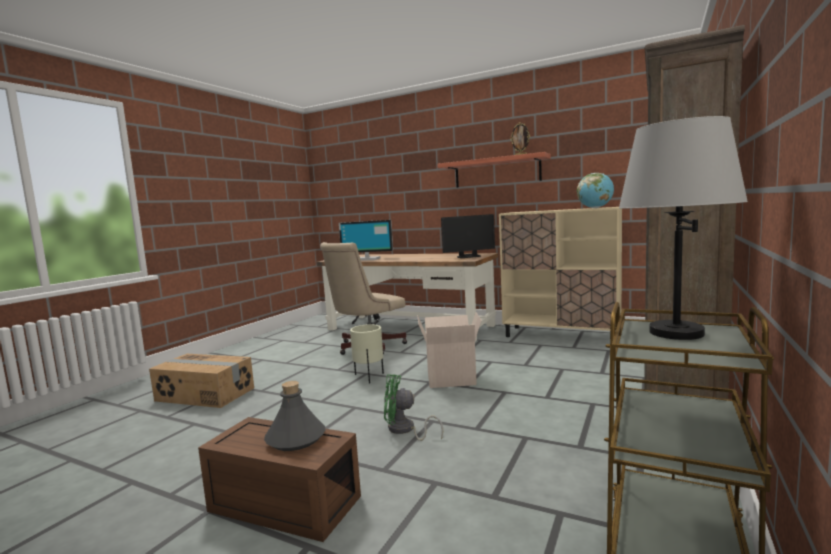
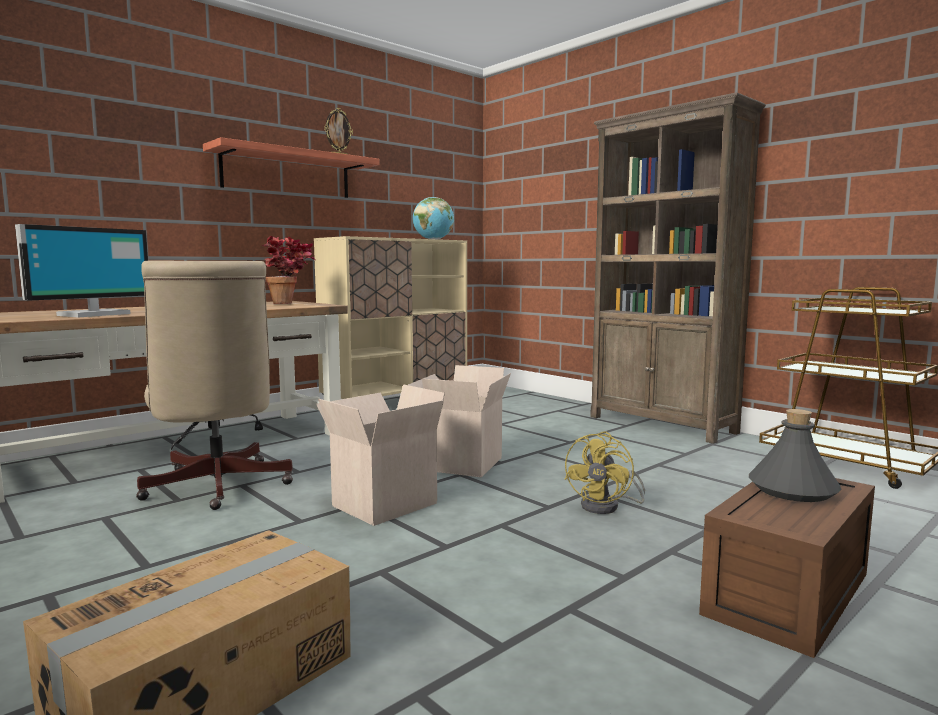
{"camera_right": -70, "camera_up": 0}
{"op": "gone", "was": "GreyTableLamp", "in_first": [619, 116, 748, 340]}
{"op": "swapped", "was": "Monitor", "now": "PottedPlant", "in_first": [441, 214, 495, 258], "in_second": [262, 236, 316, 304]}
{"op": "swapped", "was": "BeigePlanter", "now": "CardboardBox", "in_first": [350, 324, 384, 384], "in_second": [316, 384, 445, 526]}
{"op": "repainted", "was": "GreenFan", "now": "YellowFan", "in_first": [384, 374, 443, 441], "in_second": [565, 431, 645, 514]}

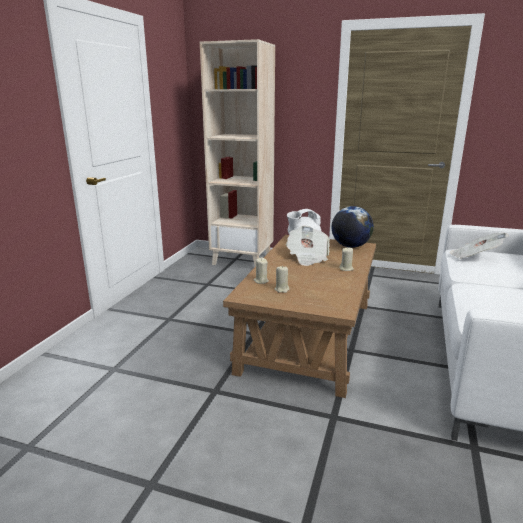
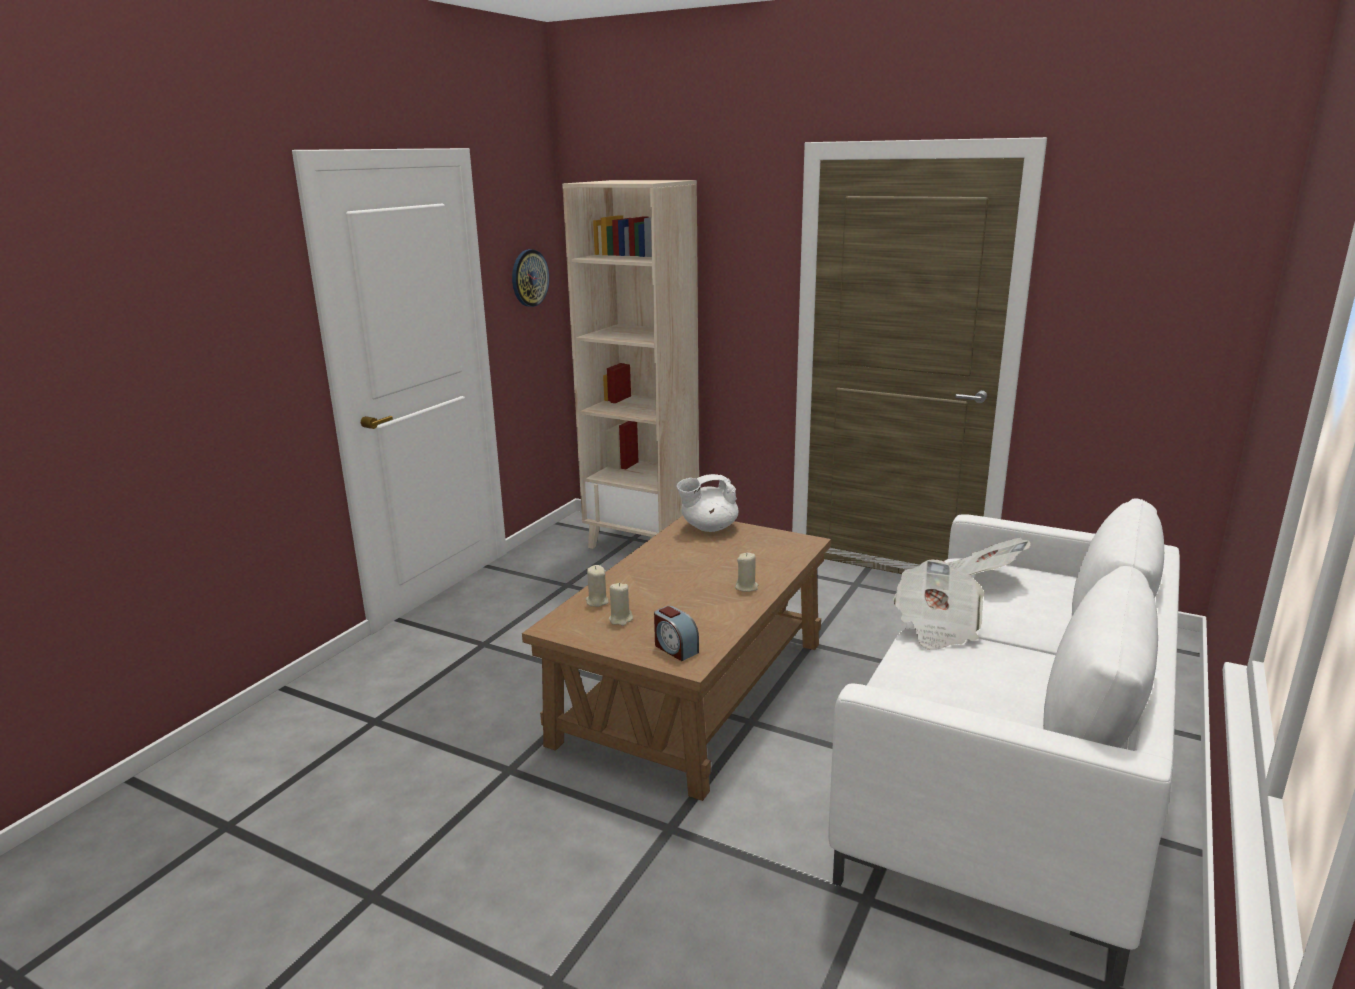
{"camera_right": 10, "camera_up": 0}
{"op": "gone", "was": "Globe", "in_first": [331, 206, 374, 248]}
{"op": "shifted", "was": "Newspaper", "in_first": [286, 226, 330, 266], "in_second": [893, 560, 984, 650]}
{"op": "new", "now": "WallClock", "in_second": [512, 249, 549, 307]}
{"op": "new", "now": "AlarmClock", "in_second": [654, 606, 699, 661]}

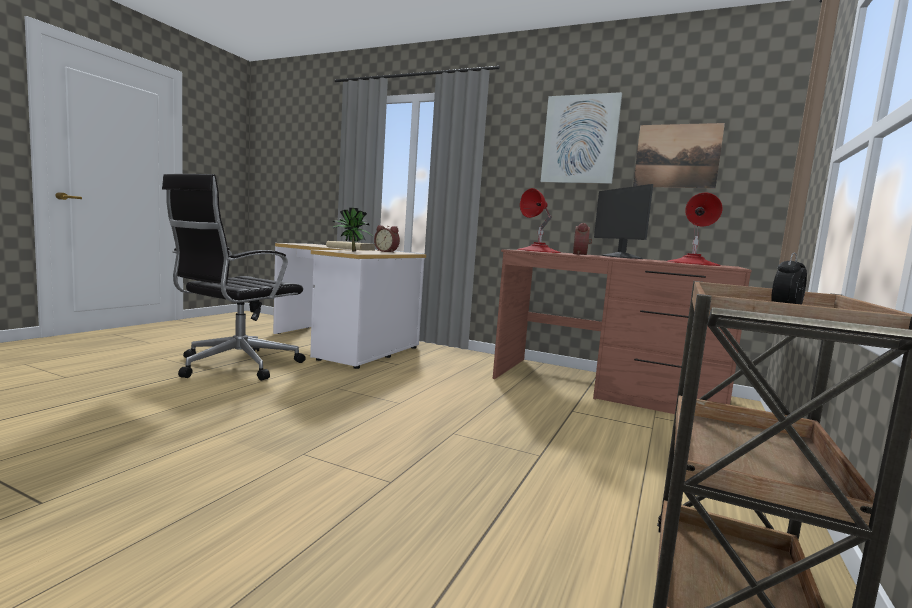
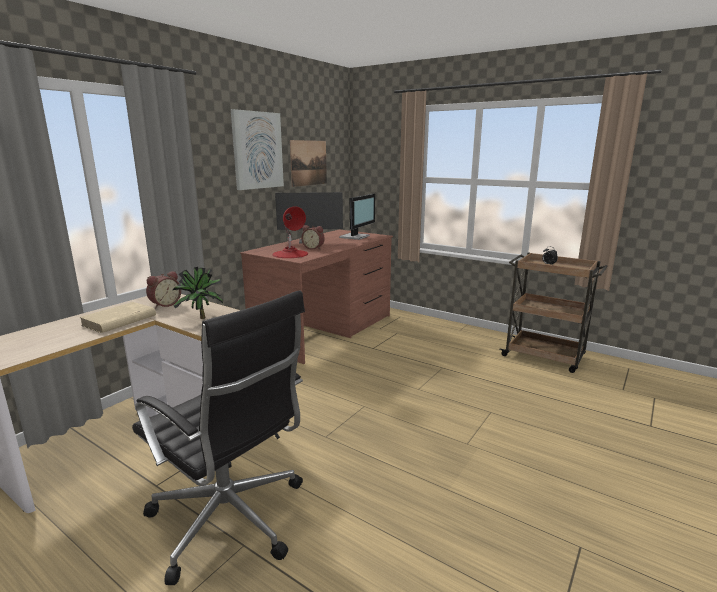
{"camera_right": -80, "camera_up": 10}
{"op": "swapped", "was": "RedTableLamp", "now": "Monitor", "in_first": [666, 193, 722, 266], "in_second": [339, 194, 375, 240]}

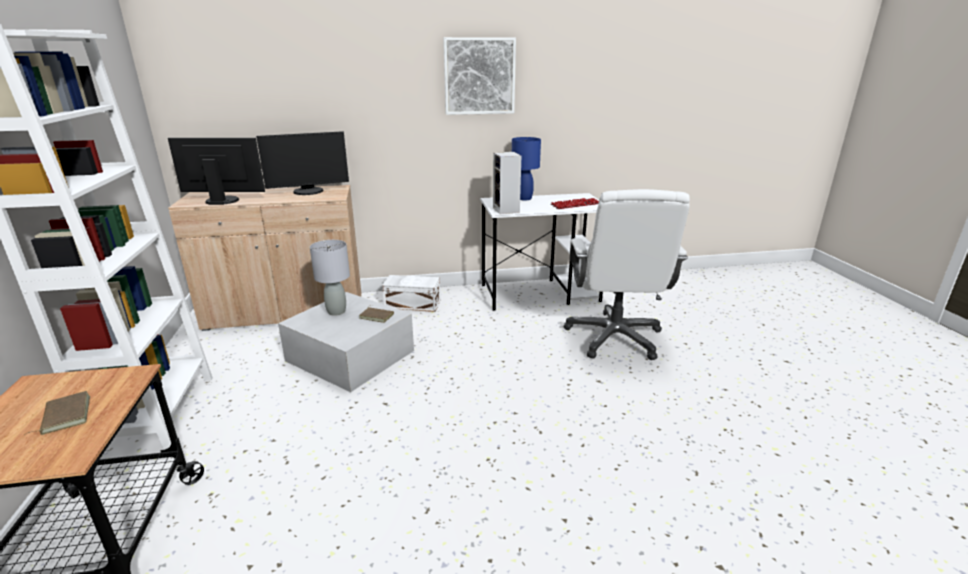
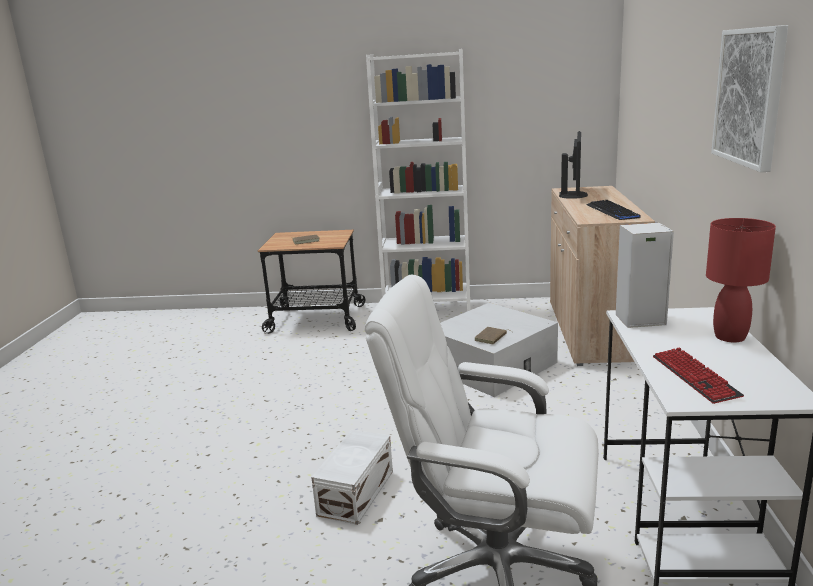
{"camera_right": 105, "camera_up": -5}
{"op": "swapped", "was": "Monitor", "now": "Keyboard", "in_first": [256, 131, 349, 195], "in_second": [586, 200, 641, 220]}
{"op": "repainted", "was": "BlueTableLamp", "now": "RedTableLamp", "in_first": [512, 137, 541, 200], "in_second": [706, 218, 776, 342]}
{"op": "gone", "was": "GreyTableLamp", "in_first": [310, 240, 350, 316]}
{"op": "shifted", "was": "WhiteStorageBox", "in_first": [382, 275, 441, 312], "in_second": [311, 430, 393, 525]}

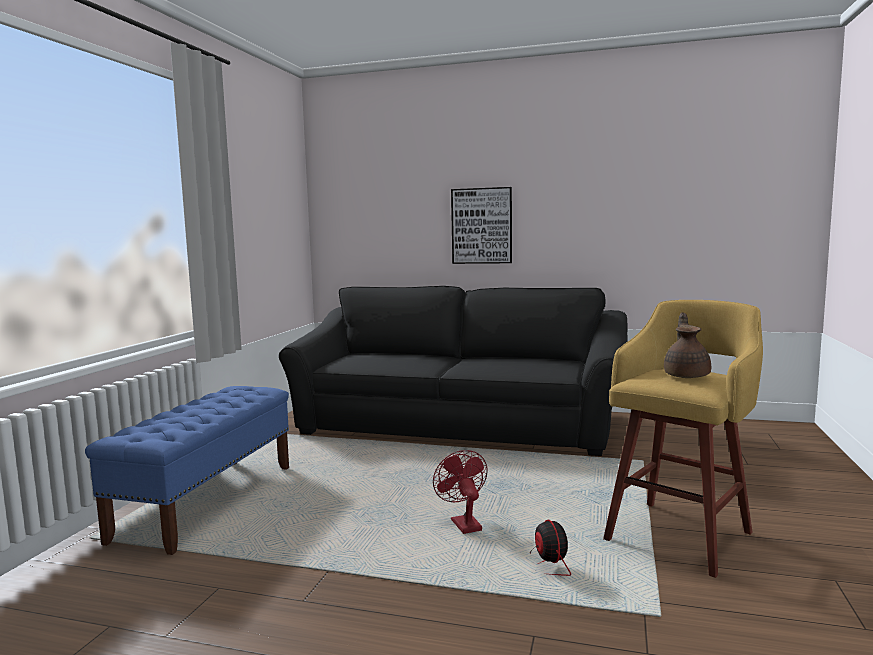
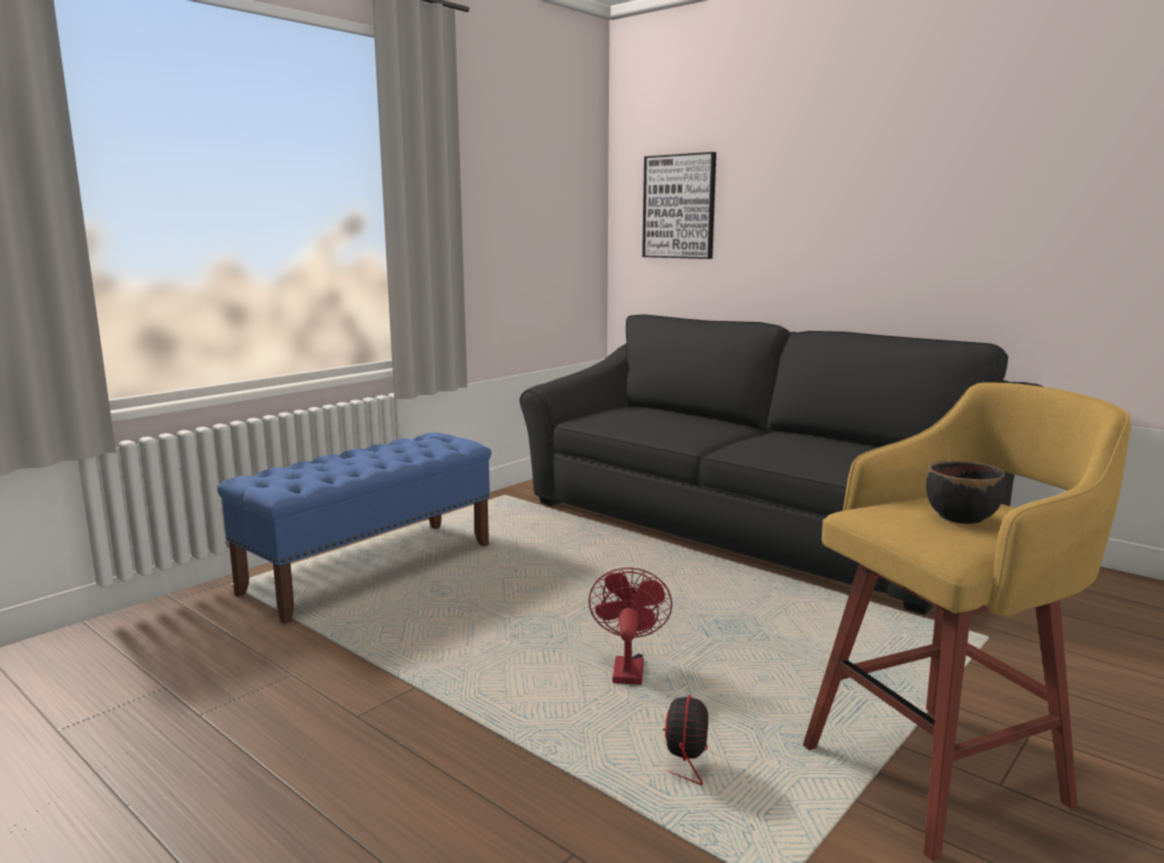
{"camera_right": 25, "camera_up": 5}
{"op": "shifted", "was": "Picture", "in_first": [451, 187, 512, 264], "in_second": [642, 152, 716, 259]}
{"op": "swapped", "was": "BrownTeapot", "now": "BlackBowl", "in_first": [664, 312, 711, 378], "in_second": [925, 460, 1006, 524]}

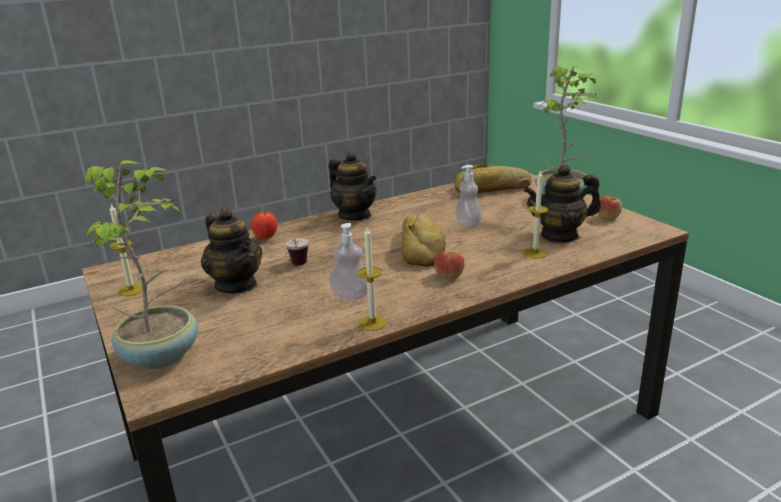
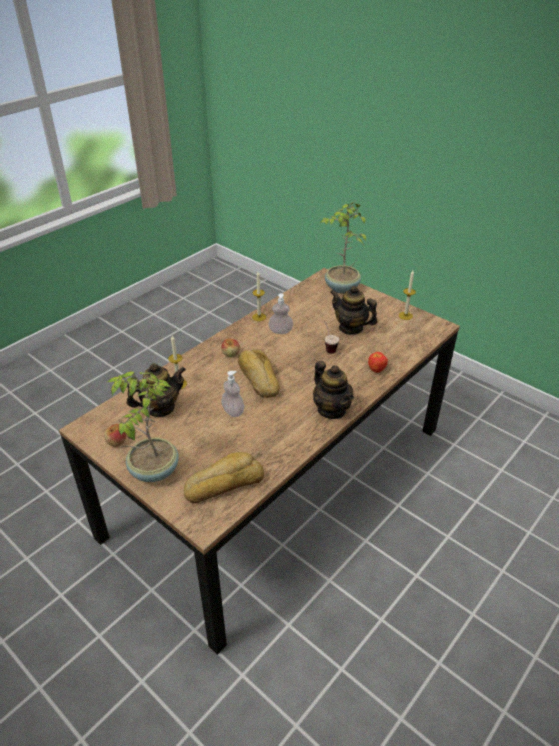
{"camera_right": 160, "camera_up": 15}
{"op": "rotated", "was": "Teapot", "in_first": [328, 151, 377, 221], "in_second": [313, 361, 354, 419], "clockwise": -150}

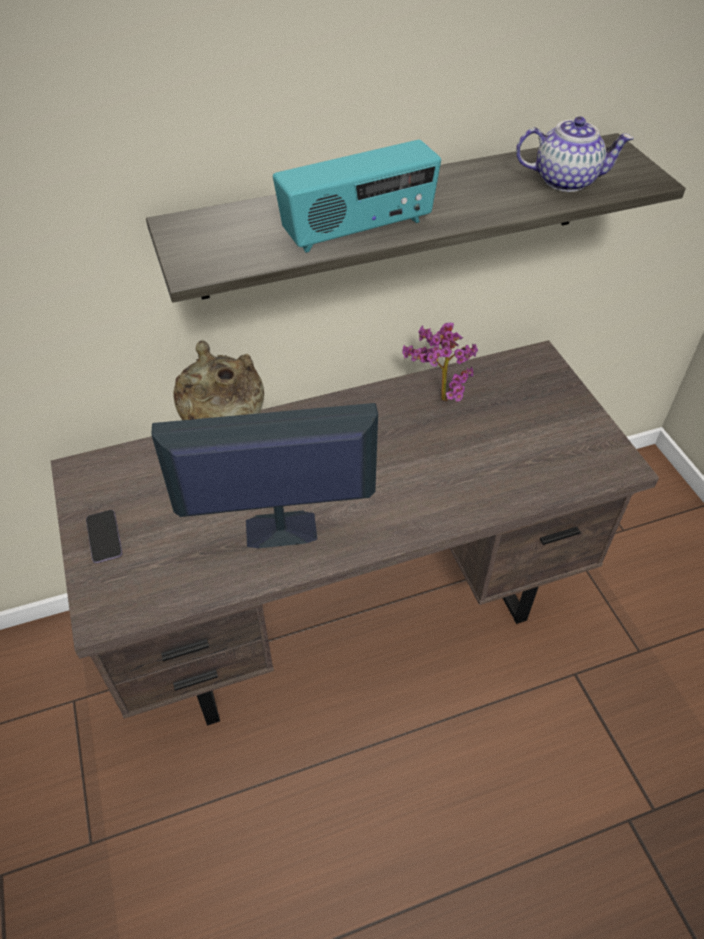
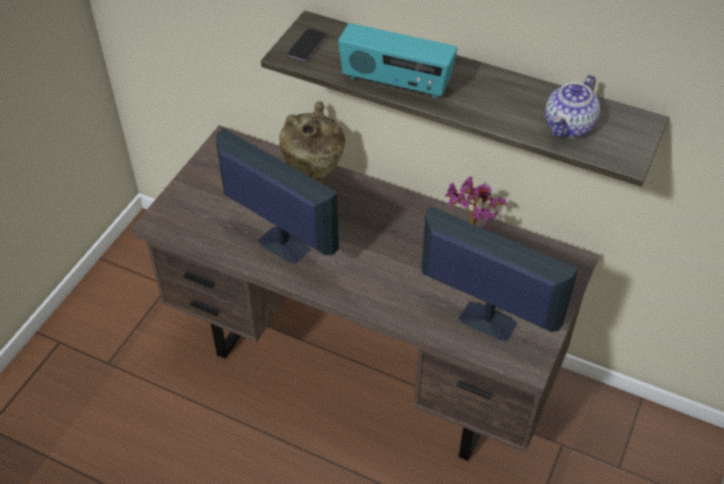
{"camera_right": 45, "camera_up": 0}
{"op": "rotated", "was": "Teapot", "in_first": [516, 116, 633, 192], "in_second": [545, 75, 600, 138], "clockwise": 75}
{"op": "shifted", "was": "Phone", "in_first": [86, 510, 123, 563], "in_second": [287, 28, 327, 61]}
{"op": "new", "now": "Monitor", "in_second": [421, 207, 578, 341]}

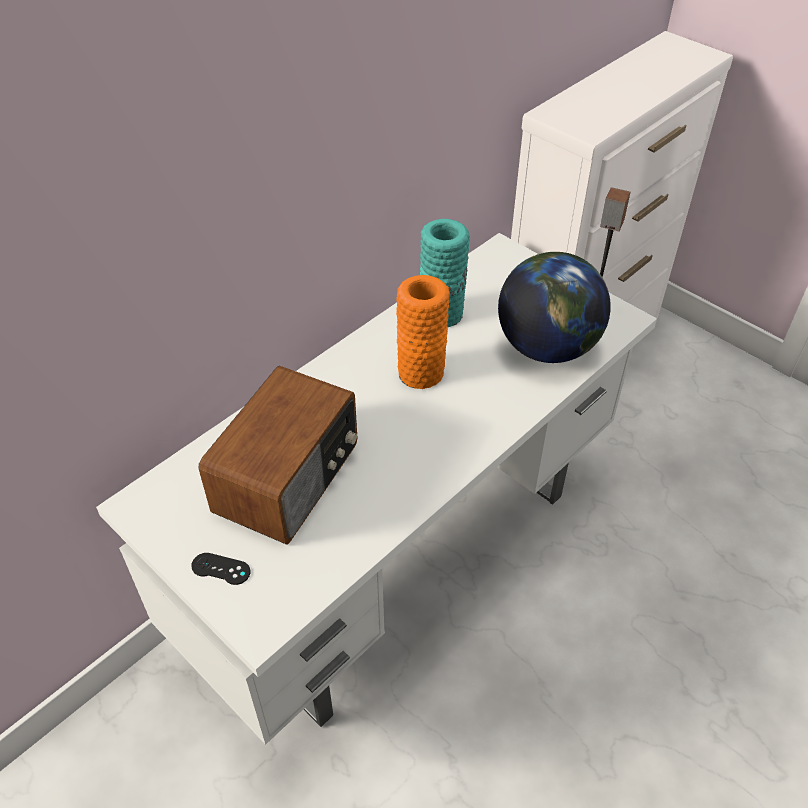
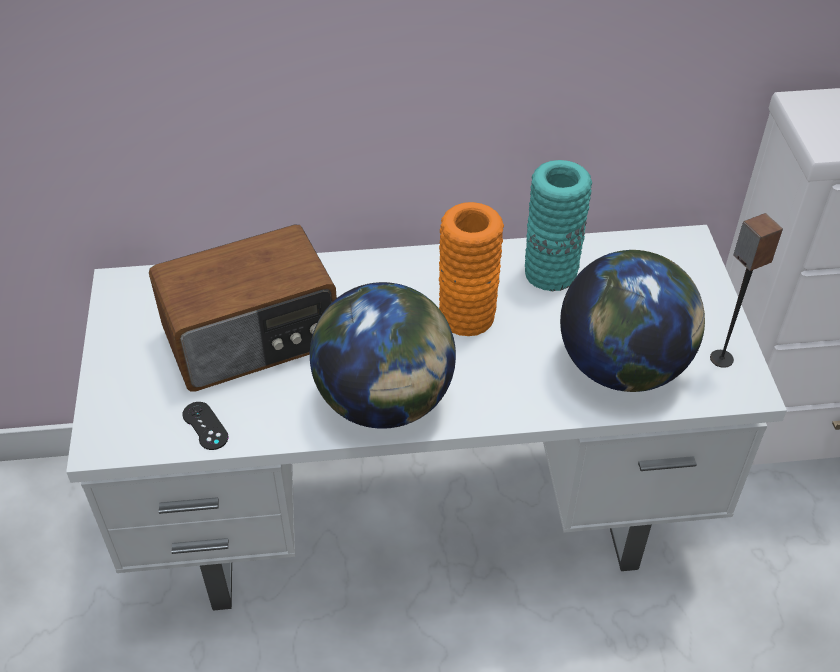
{"camera_right": 40, "camera_up": 0}
{"op": "shifted", "was": "BlackGameController", "in_first": [191, 553, 250, 585], "in_second": [182, 402, 228, 450]}
{"op": "new", "now": "Globe", "in_second": [310, 282, 456, 429]}

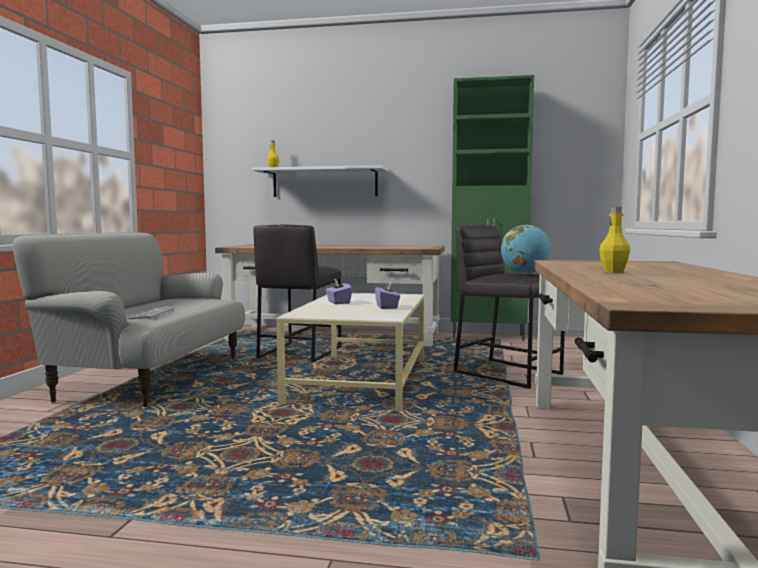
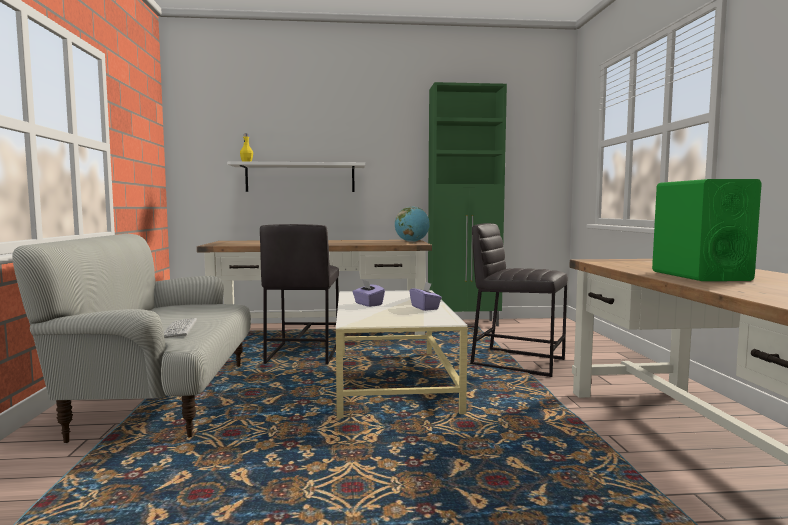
{"camera_right": -15, "camera_up": 0}
{"op": "swapped", "was": "YellowBottle", "now": "GreenSpeaker", "in_first": [599, 207, 631, 273], "in_second": [652, 179, 762, 281]}
{"op": "shifted", "was": "Globe", "in_first": [501, 225, 551, 274], "in_second": [395, 207, 430, 242]}

